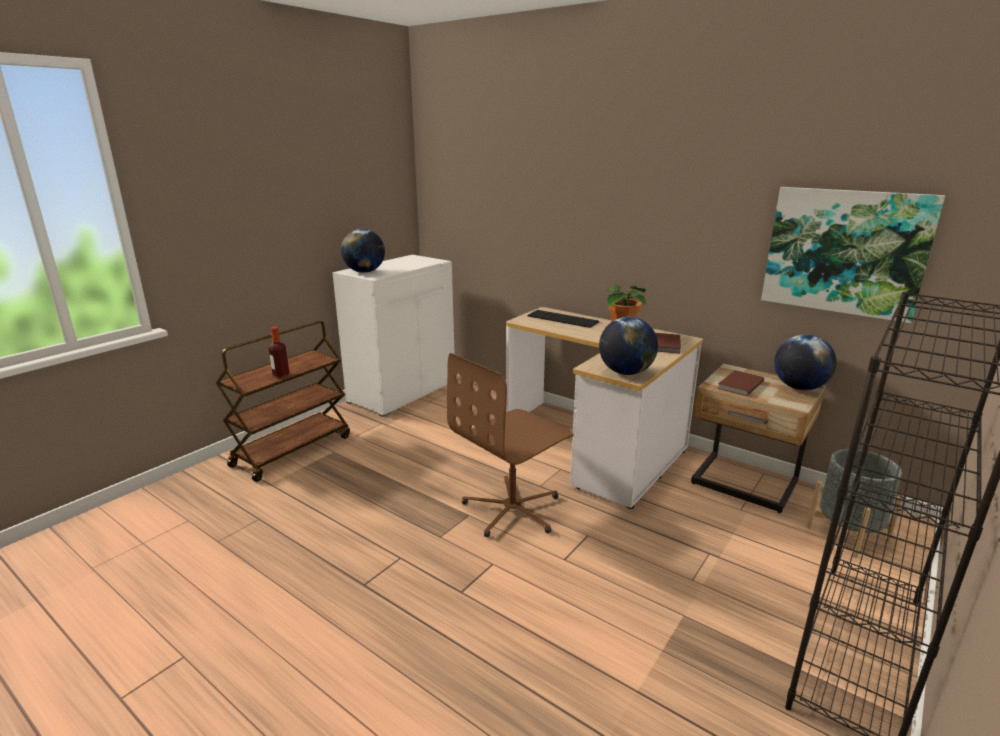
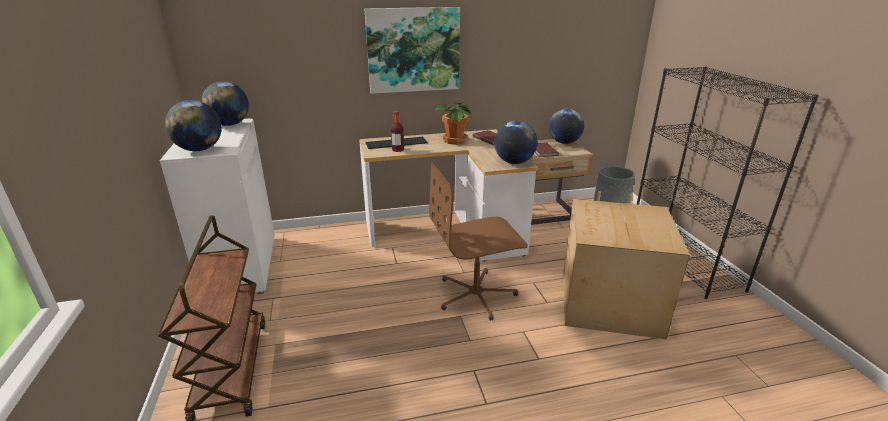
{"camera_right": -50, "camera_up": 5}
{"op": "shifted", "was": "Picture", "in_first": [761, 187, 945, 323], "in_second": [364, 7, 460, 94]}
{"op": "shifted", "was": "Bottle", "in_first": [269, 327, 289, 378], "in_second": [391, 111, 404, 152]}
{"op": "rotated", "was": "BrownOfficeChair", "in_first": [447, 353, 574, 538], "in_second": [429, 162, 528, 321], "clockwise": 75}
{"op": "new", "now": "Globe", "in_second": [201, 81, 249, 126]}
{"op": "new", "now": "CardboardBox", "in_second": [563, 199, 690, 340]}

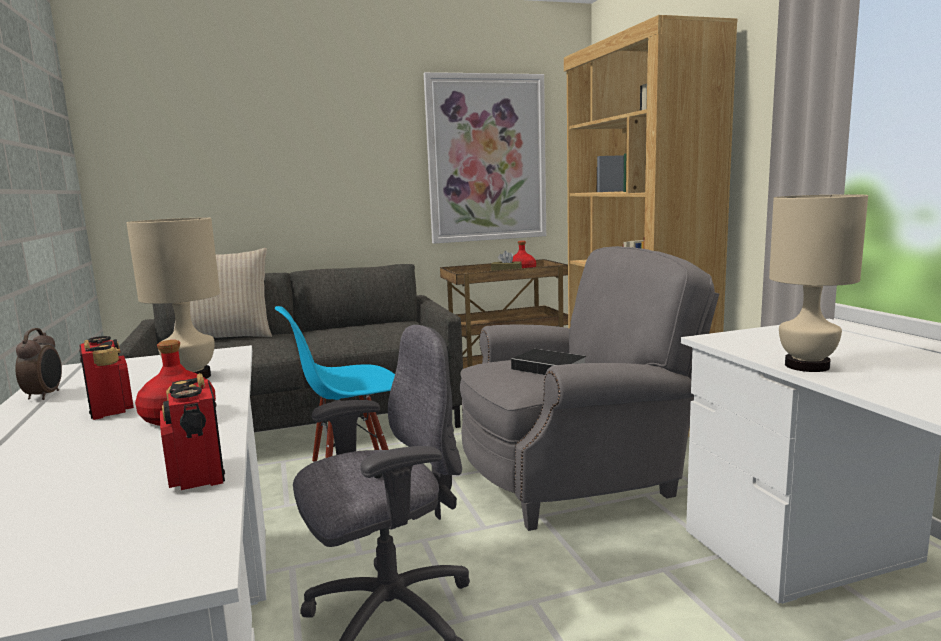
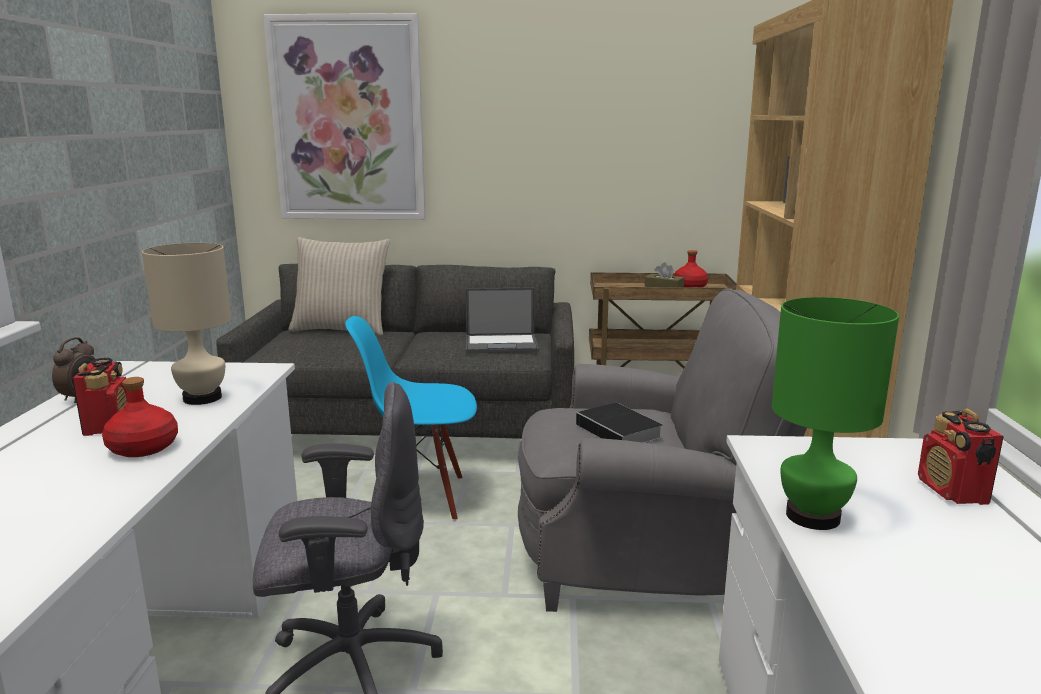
{"camera_right": 20, "camera_up": 5}
{"op": "shifted", "was": "Picture", "in_first": [424, 72, 546, 244], "in_second": [263, 13, 426, 220]}
{"op": "repainted", "was": "BeigeTableLamp", "now": "GreenTableLamp", "in_first": [769, 194, 868, 372], "in_second": [771, 297, 899, 530]}
{"op": "shifted", "was": "Radio", "in_first": [160, 373, 225, 490], "in_second": [918, 408, 1004, 505]}
{"op": "new", "now": "Laptop", "in_second": [466, 287, 538, 353]}

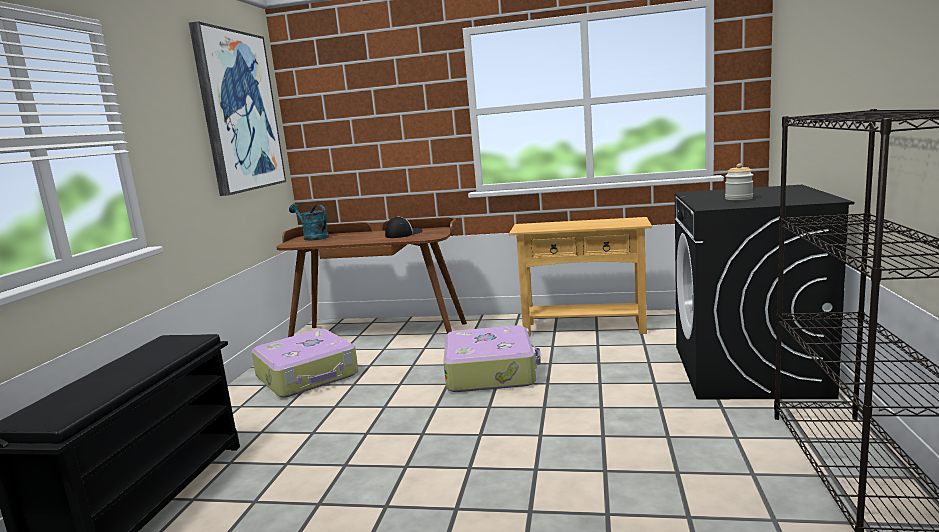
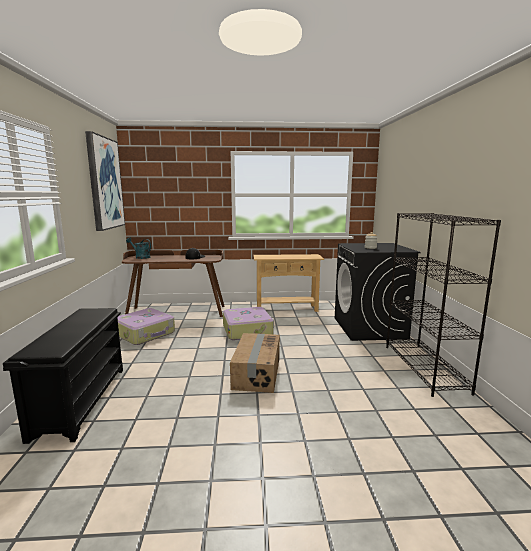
{"camera_right": -15, "camera_up": 0}
{"op": "new", "now": "CardboardBox", "in_second": [230, 333, 280, 393]}

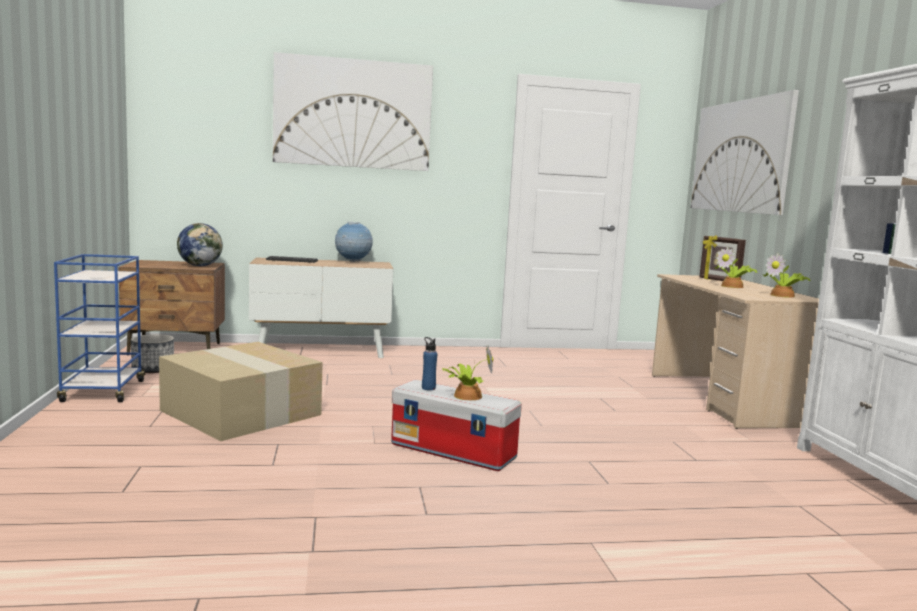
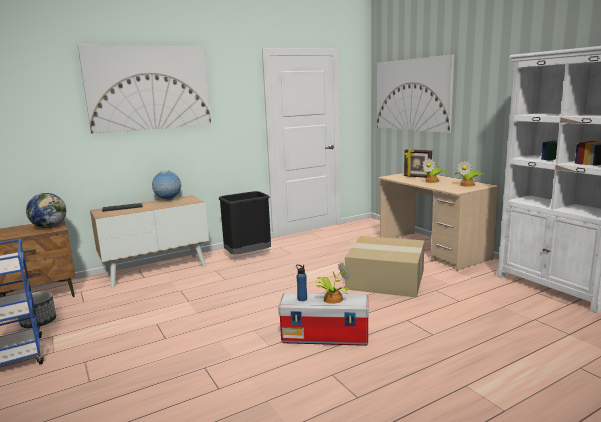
{"camera_right": -20, "camera_up": 5}
{"op": "shifted", "was": "CardboardBox", "in_first": [159, 342, 323, 441], "in_second": [345, 236, 425, 297]}
{"op": "new", "now": "BlackTrashCan", "in_second": [219, 191, 271, 254]}

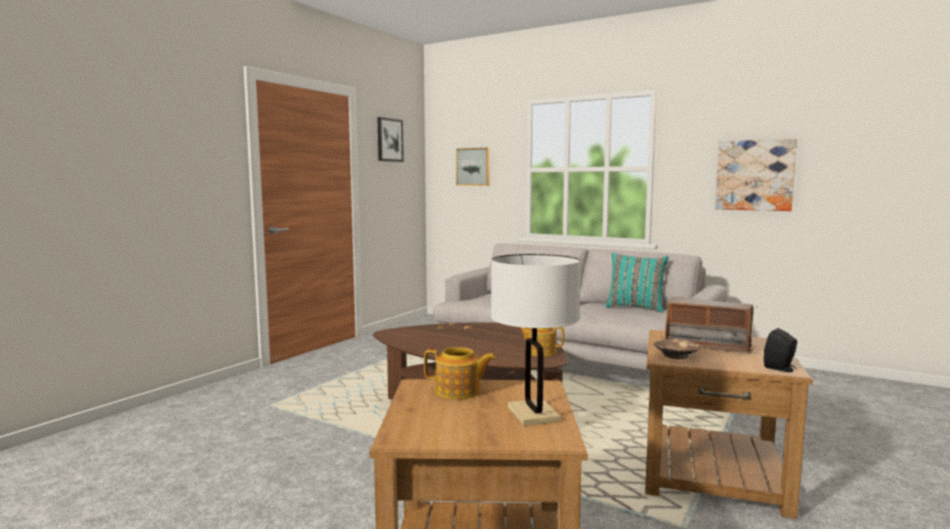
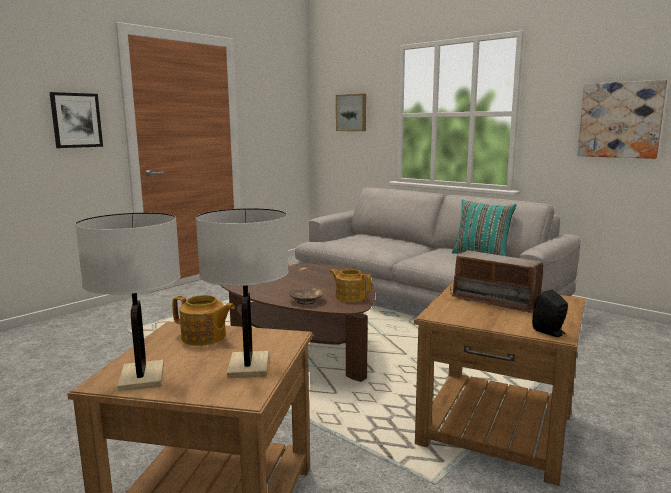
{"camera_right": 10, "camera_up": 5}
{"op": "shifted", "was": "Picture", "in_first": [377, 117, 404, 162], "in_second": [49, 92, 103, 148]}
{"op": "shifted", "was": "BrownBowl", "in_first": [654, 339, 700, 359], "in_second": [289, 288, 324, 305]}
{"op": "new", "now": "WhiteTableLamp", "in_second": [75, 213, 181, 392]}

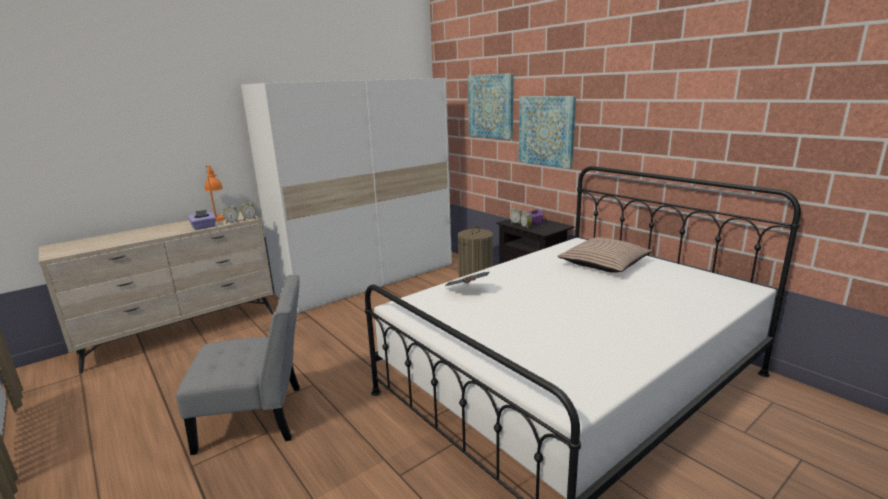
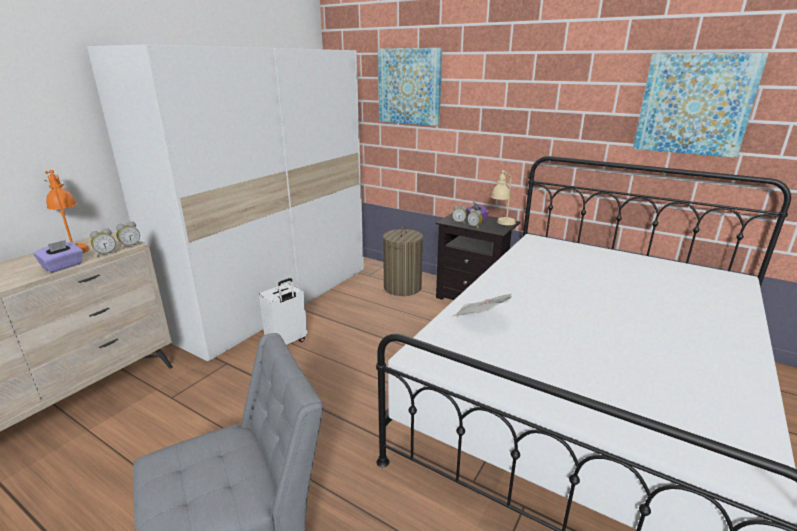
{"camera_right": -20, "camera_up": 5}
{"op": "shifted", "was": "Picture", "in_first": [519, 96, 576, 169], "in_second": [633, 53, 768, 158]}
{"op": "gone", "was": "Pillow", "in_first": [557, 237, 652, 273]}
{"op": "new", "now": "BeigeTableLamp", "in_second": [491, 170, 516, 225]}
{"op": "new", "now": "WhiteSuitcase", "in_second": [259, 278, 307, 345]}

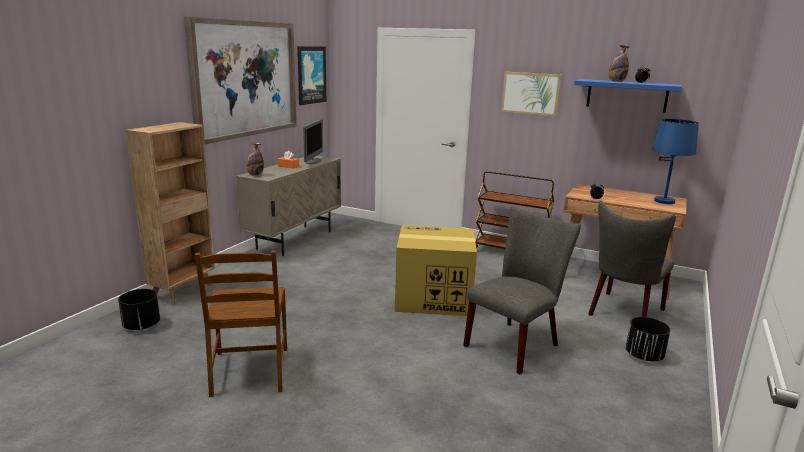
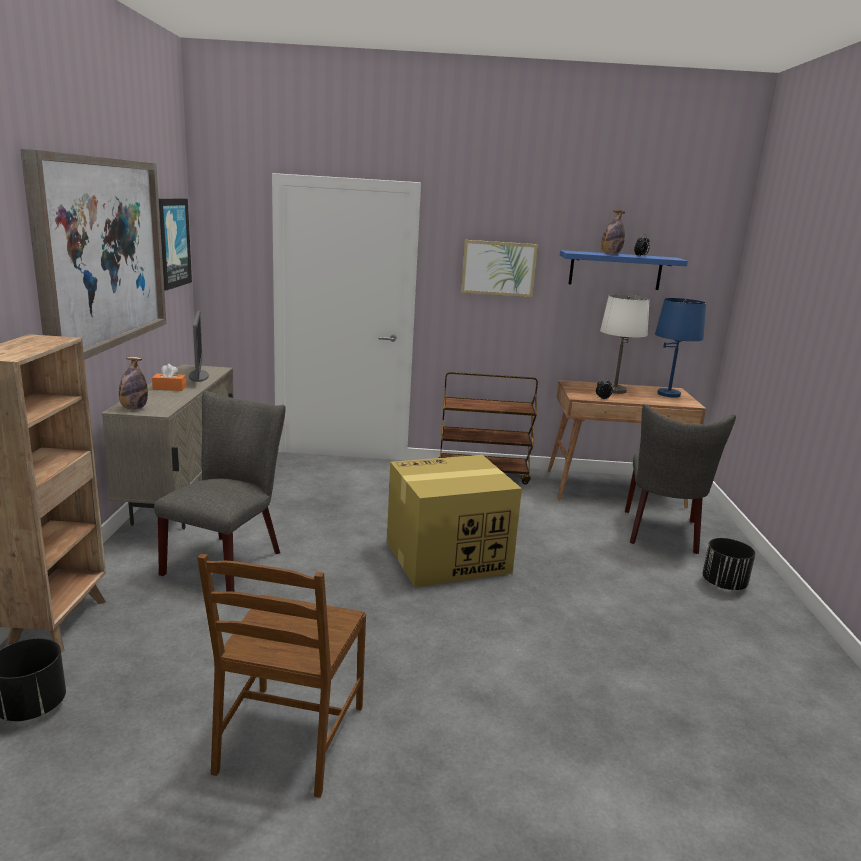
{"camera_right": -25, "camera_up": 0}
{"op": "shifted", "was": "GreyChair", "in_first": [463, 206, 581, 374], "in_second": [154, 391, 285, 592]}
{"op": "rotated", "was": "BrownChair", "in_first": [195, 251, 287, 397], "in_second": [197, 554, 366, 798], "clockwise": 45}
{"op": "new", "now": "WhiteTableLamp", "in_second": [600, 294, 650, 394]}

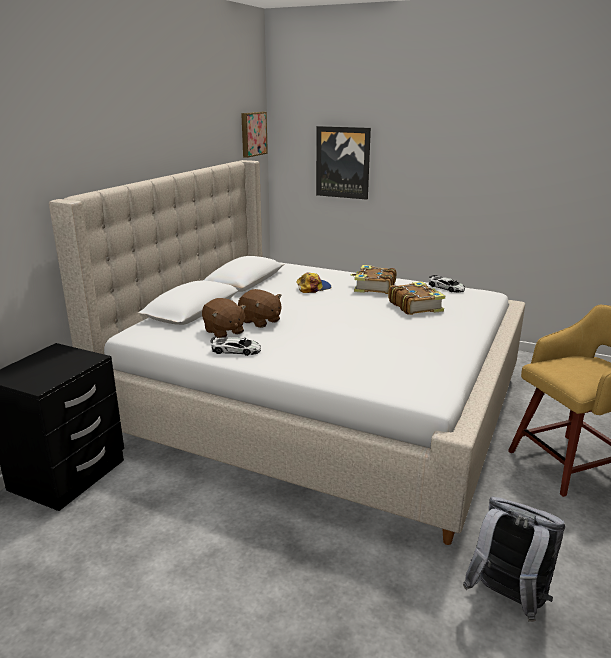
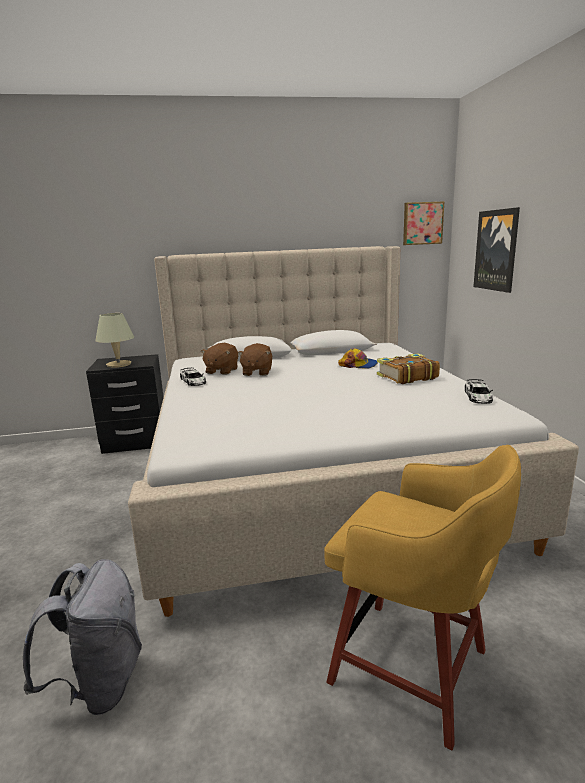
{"camera_right": 55, "camera_up": -5}
{"op": "gone", "was": "Book", "in_first": [388, 281, 445, 315]}
{"op": "new", "now": "BeigeTableLamp", "in_second": [95, 313, 134, 368]}

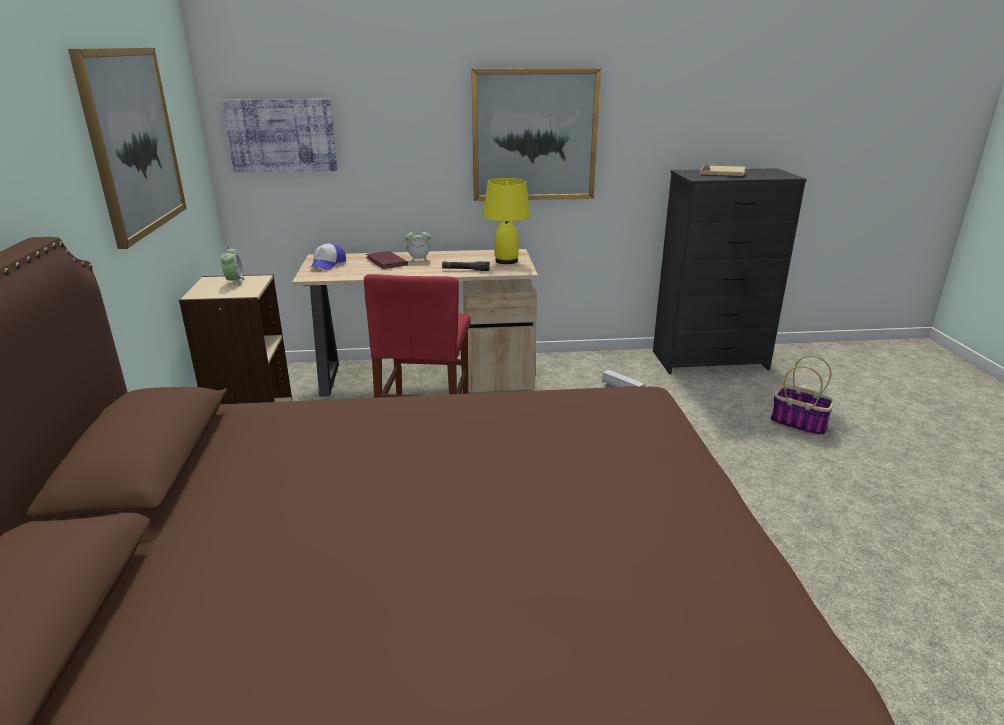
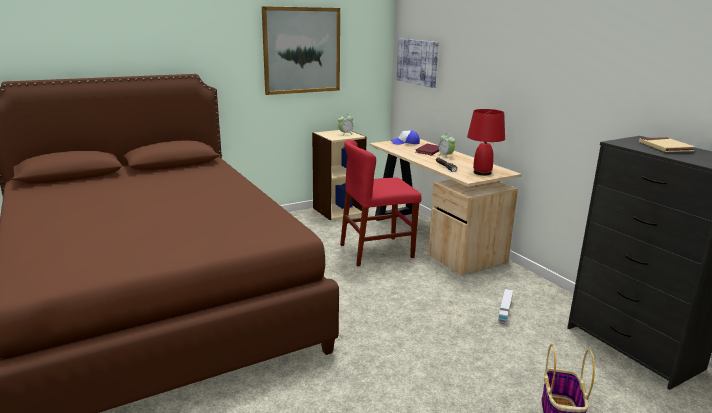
{"camera_right": 65, "camera_up": -5}
{"op": "gone", "was": "Picture", "in_first": [471, 68, 601, 201]}
{"op": "repainted", "was": "YellowTableLamp", "now": "RedTableLamp", "in_first": [483, 178, 530, 264], "in_second": [467, 109, 505, 176]}

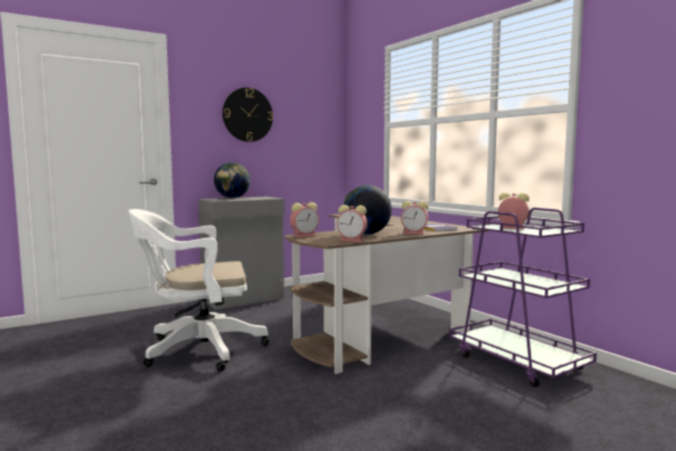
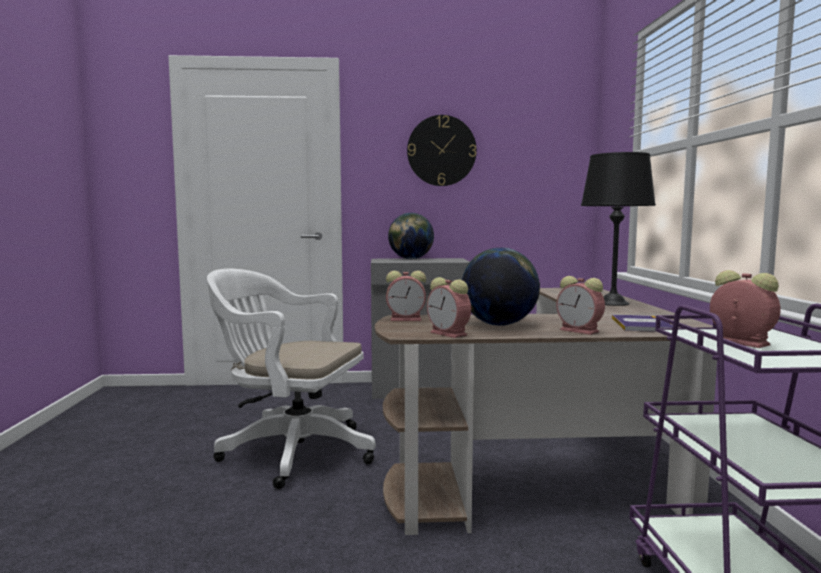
{"camera_right": 30, "camera_up": 0}
{"op": "new", "now": "BlackTableLamp", "in_second": [581, 152, 656, 306]}

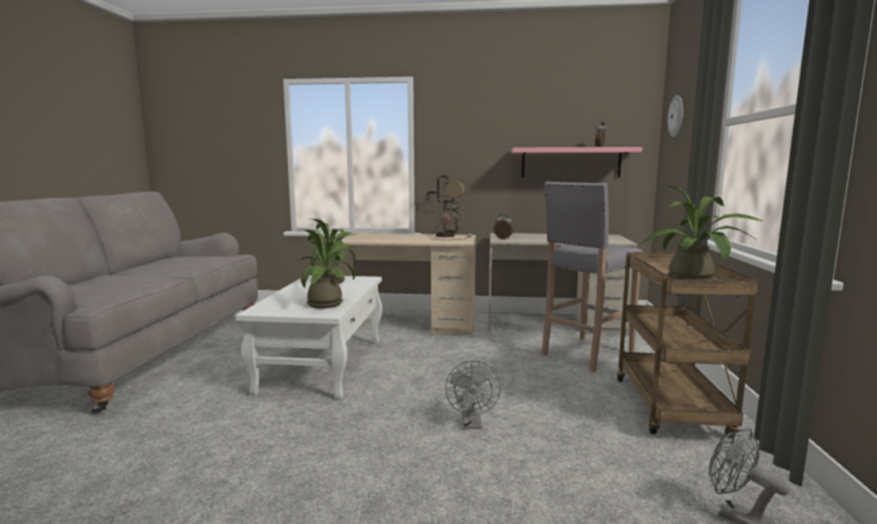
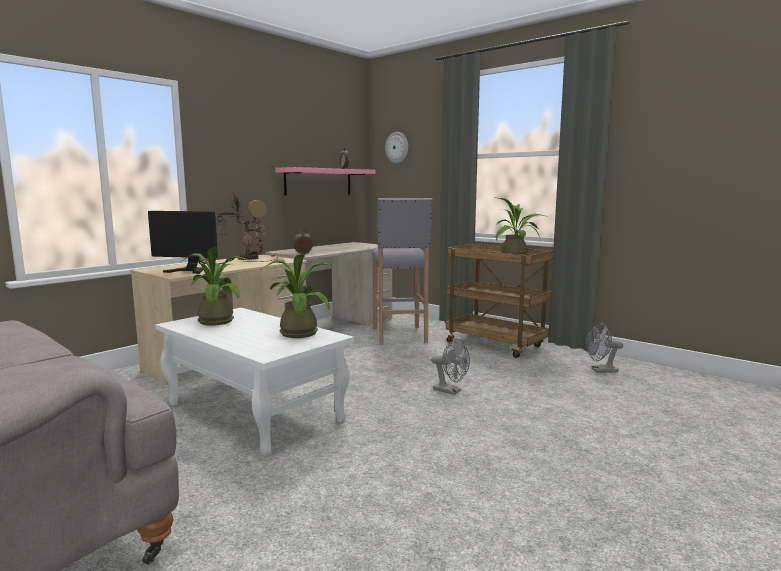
{"camera_right": -55, "camera_up": 0}
{"op": "new", "now": "Monitor", "in_second": [148, 211, 234, 274]}

